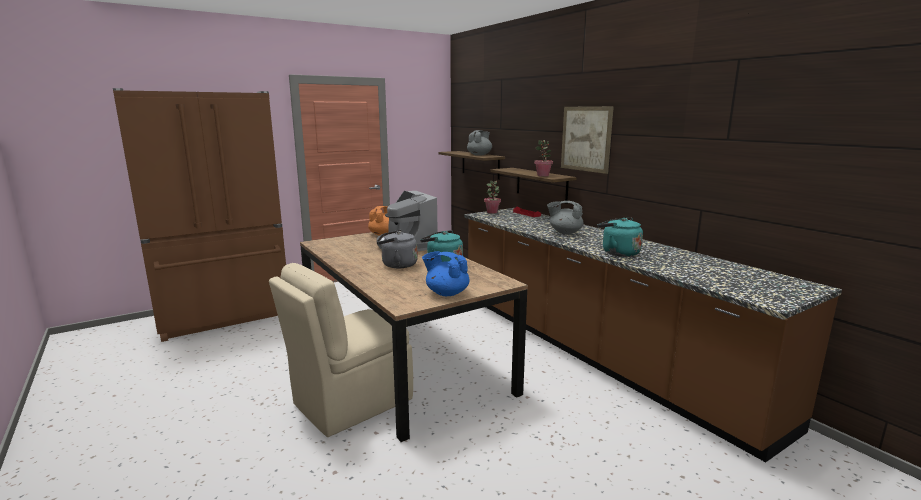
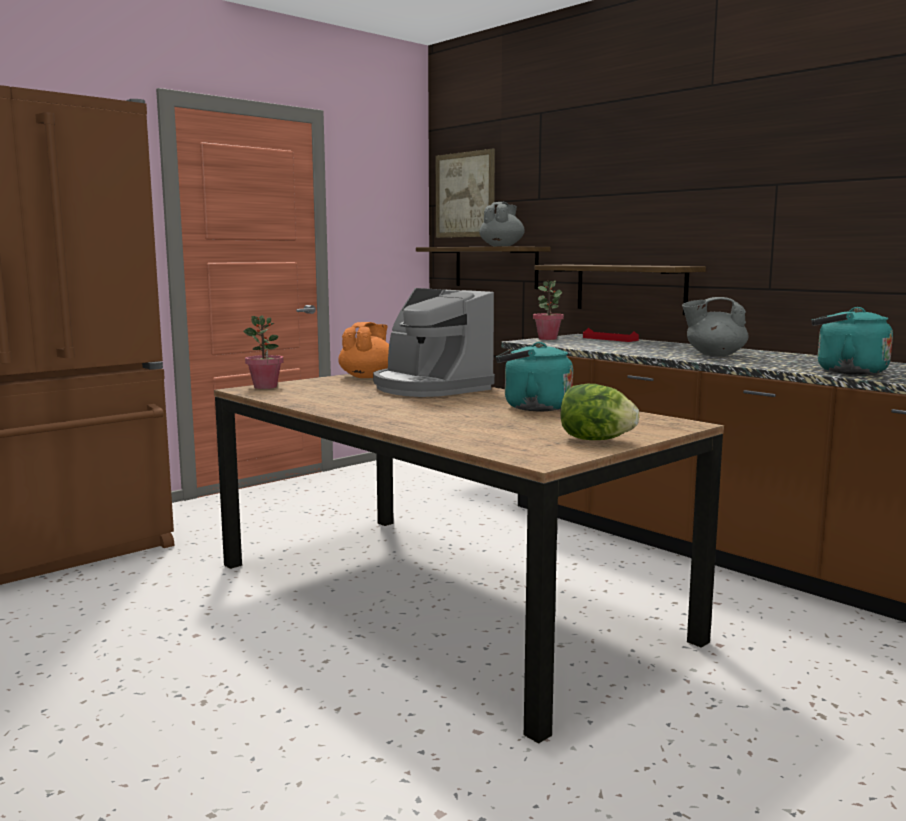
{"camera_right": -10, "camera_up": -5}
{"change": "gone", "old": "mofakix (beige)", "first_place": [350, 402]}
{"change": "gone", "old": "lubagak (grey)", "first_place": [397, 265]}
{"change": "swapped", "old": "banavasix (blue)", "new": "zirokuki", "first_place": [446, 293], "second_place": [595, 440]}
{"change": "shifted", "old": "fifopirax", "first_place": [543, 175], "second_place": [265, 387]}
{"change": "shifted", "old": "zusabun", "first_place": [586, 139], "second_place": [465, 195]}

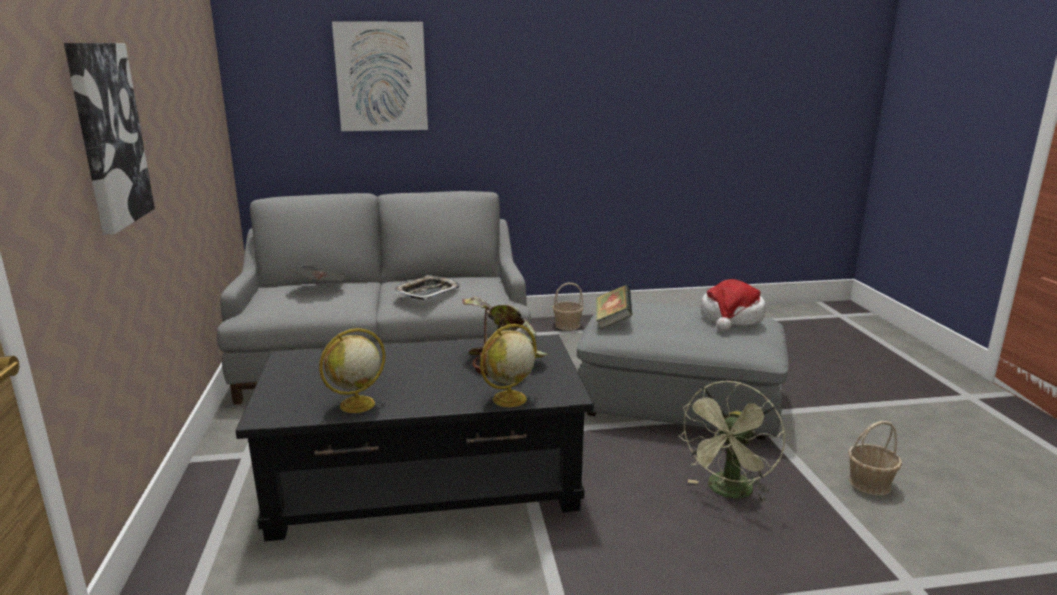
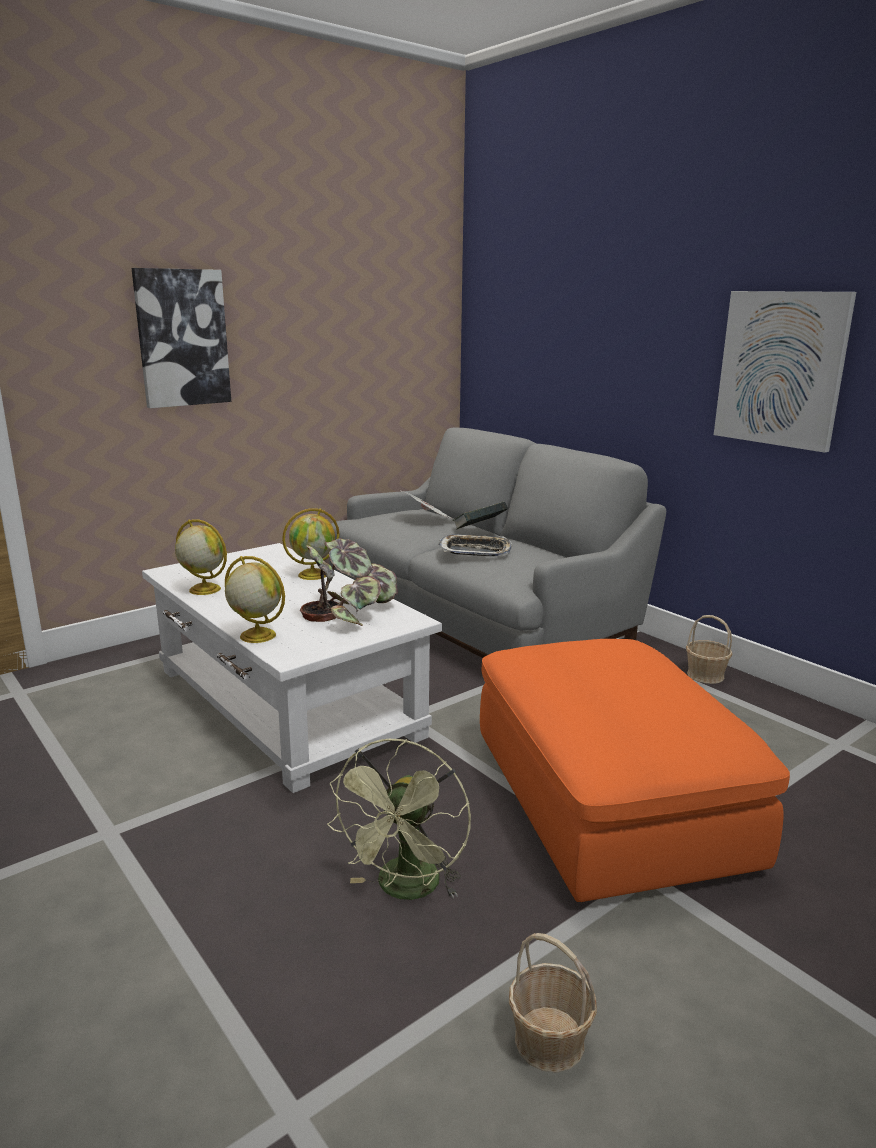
{"camera_right": 60, "camera_up": 0}
{"change": "repainted", "old": "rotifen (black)", "new": "rotifen (white)", "first_place": [427, 481], "second_place": [286, 702]}
{"change": "shifted", "old": "zusabun", "first_place": [381, 77], "second_place": [781, 369]}
{"change": "repainted", "old": "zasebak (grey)", "new": "zasebak (orange)", "first_place": [679, 399], "second_place": [609, 801]}
{"change": "shifted", "old": "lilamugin", "first_place": [612, 321], "second_place": [479, 530]}
{"change": "rotated", "old": "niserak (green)", "first_place": [728, 492], "second_place": [406, 890], "degrees": -75}
{"change": "gone", "old": "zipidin", "first_place": [731, 318]}
{"change": "new", "new": "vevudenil", "second_place": [313, 575]}

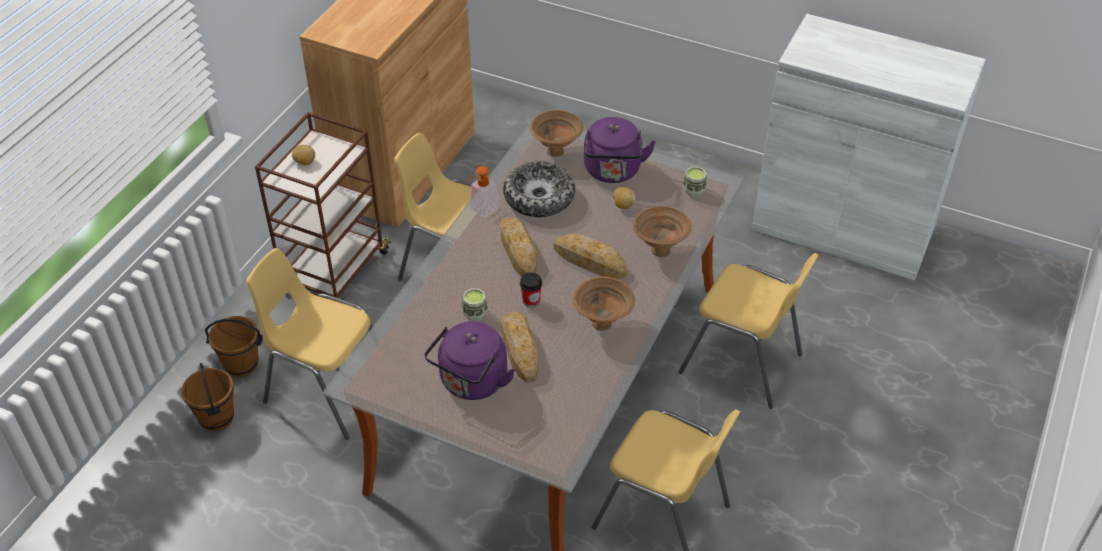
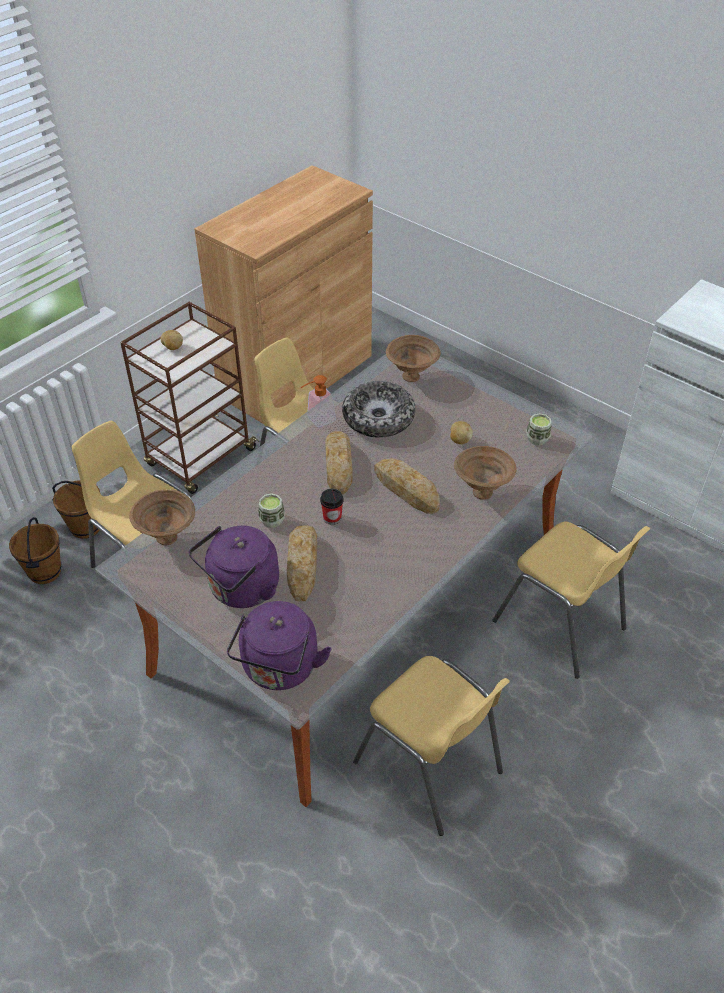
{"camera_right": 15, "camera_up": 0}
{"change": "shifted", "old": "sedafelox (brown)", "first_place": [603, 323], "second_place": [168, 538]}
{"change": "shifted", "old": "lubagak (purple)", "first_place": [613, 172], "second_place": [279, 669]}

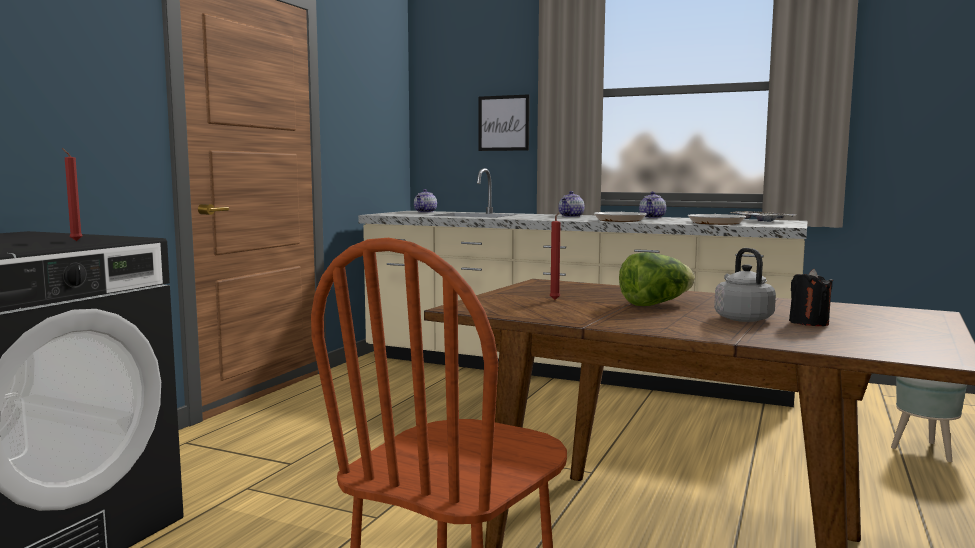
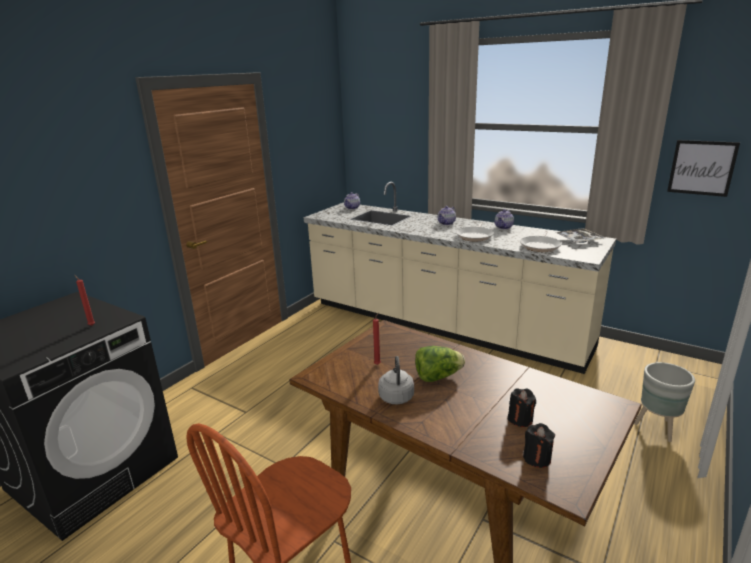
{"camera_right": 10, "camera_up": 15}
{"change": "shifted", "old": "zusabun", "first_place": [503, 123], "second_place": [702, 168]}
{"change": "shifted", "old": "lubagak (grey)", "first_place": [741, 318], "second_place": [396, 396]}
{"change": "new", "new": "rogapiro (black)", "second_place": [537, 458]}

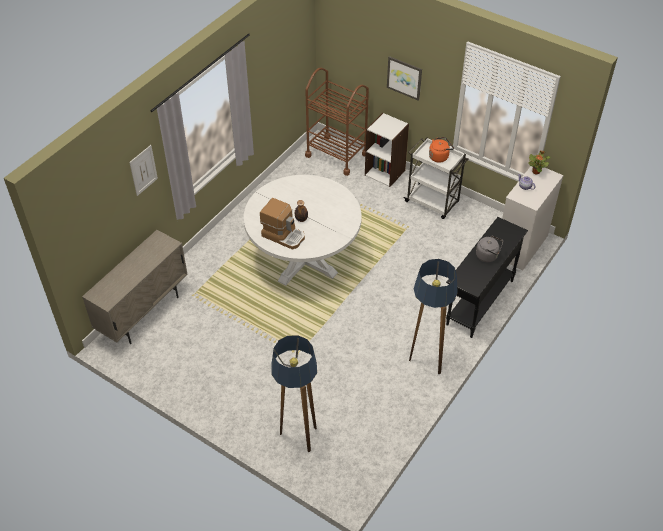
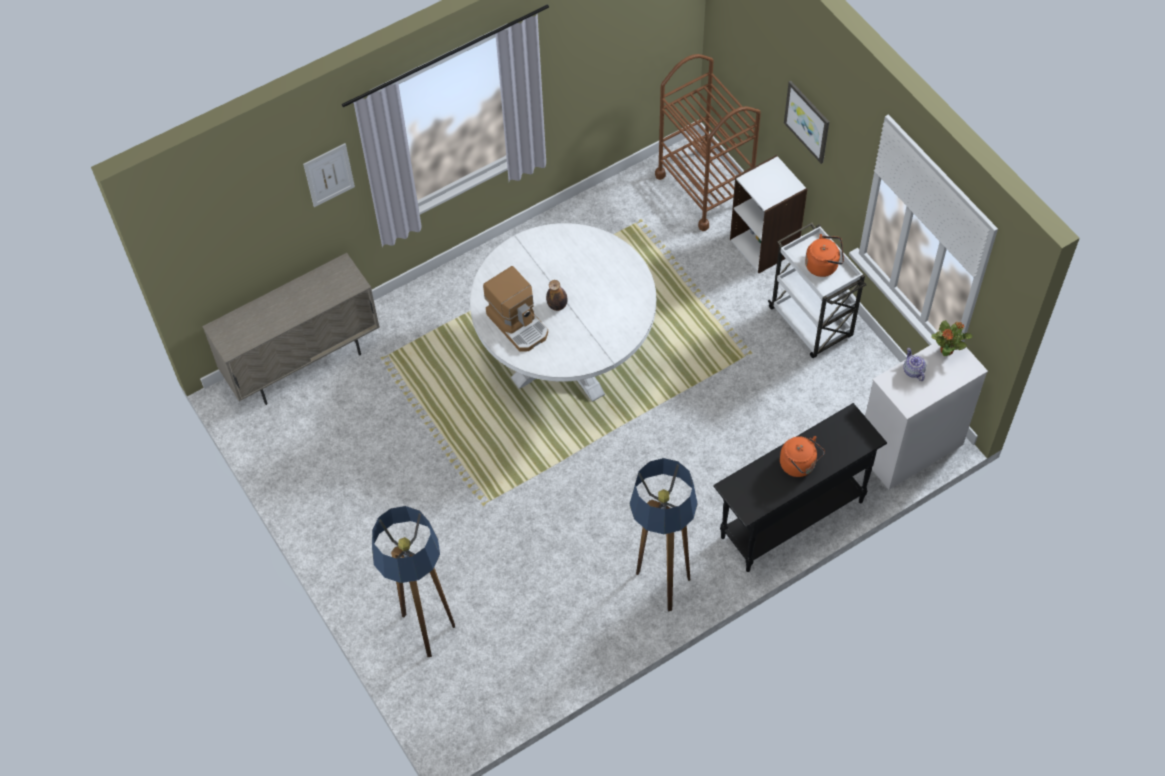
{"camera_right": 25, "camera_up": 10}
{"change": "repainted", "old": "lubagak (grey)", "new": "lubagak (orange)", "first_place": [488, 256], "second_place": [799, 465]}

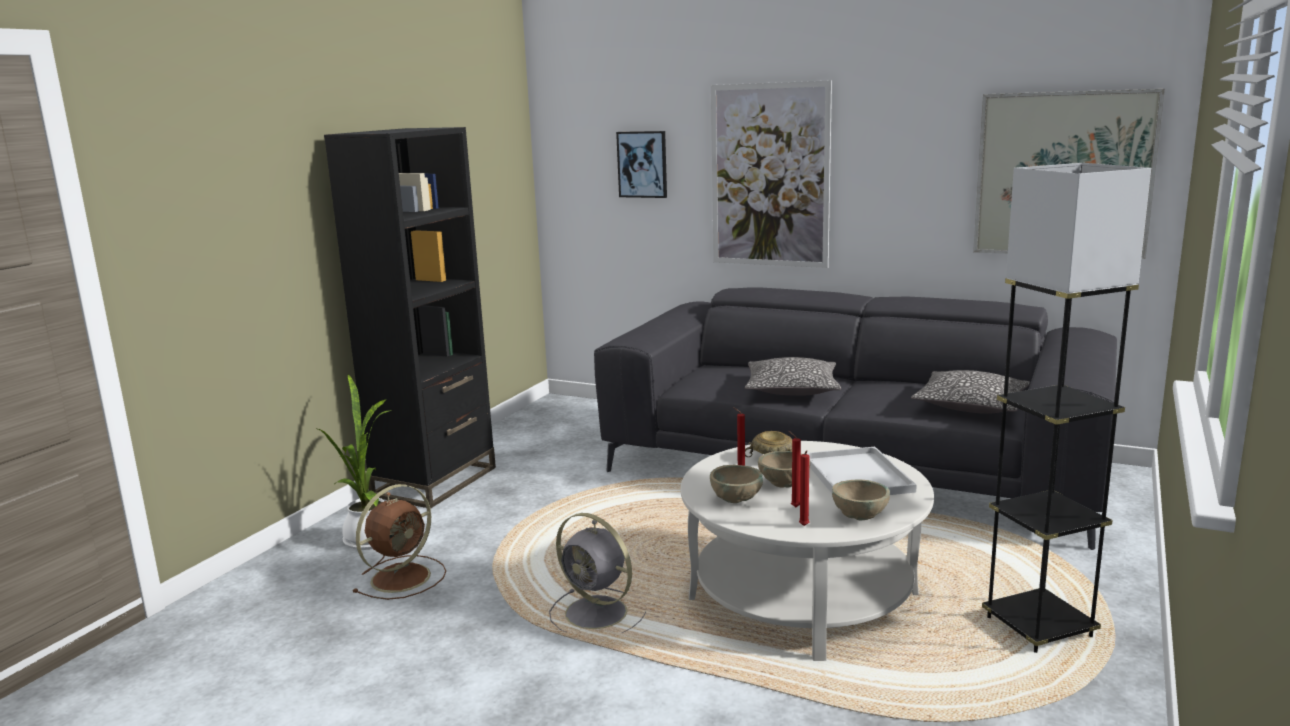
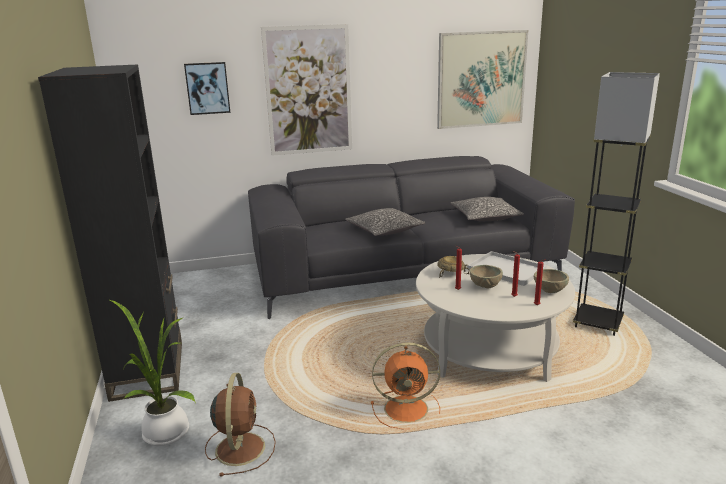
{"camera_right": -40, "camera_up": 5}
{"change": "repainted", "old": "niserak (grey)", "new": "niserak (orange)", "first_place": [598, 614], "second_place": [408, 409]}
{"change": "gone", "old": "sedafelox (beige)", "first_place": [735, 500]}

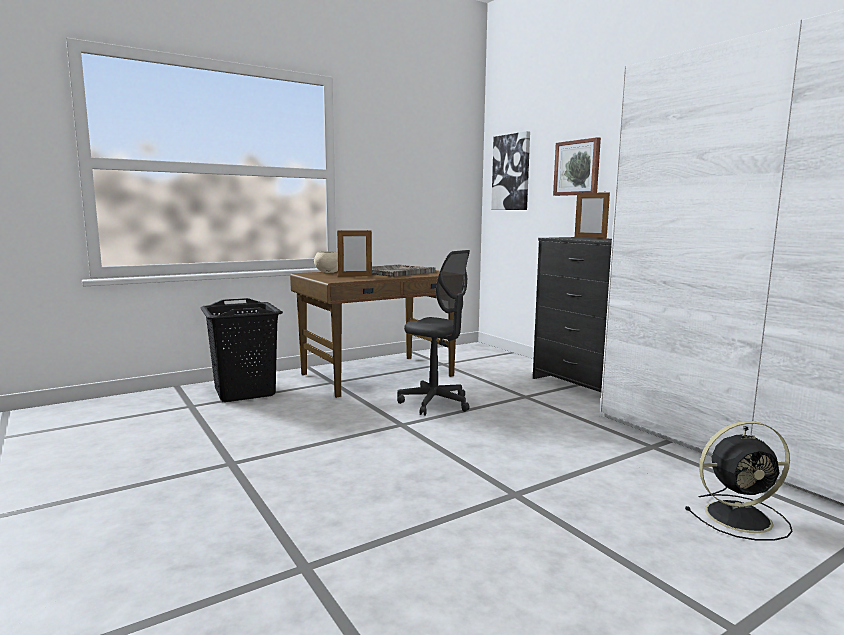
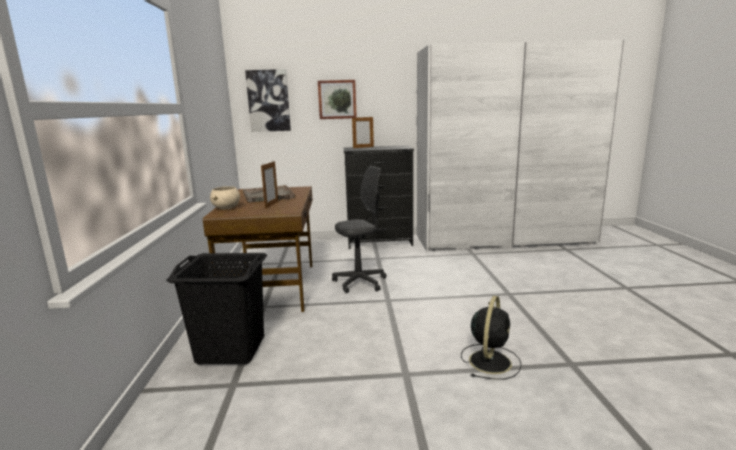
{"camera_right": -60, "camera_up": 5}
{"change": "shifted", "old": "niserak (black)", "first_place": [740, 517], "second_place": [490, 361]}

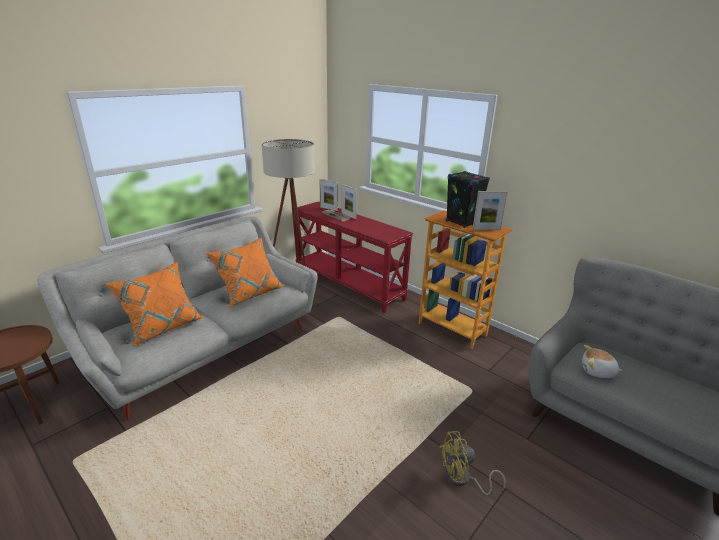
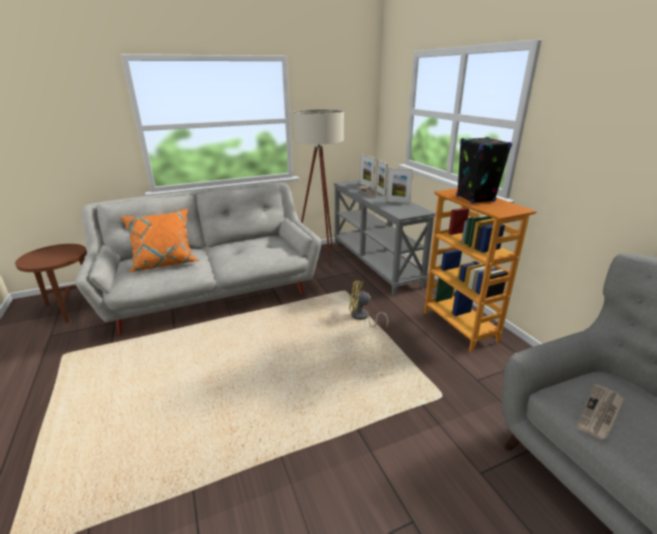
{"camera_right": 25, "camera_up": 0}
{"change": "gone", "old": "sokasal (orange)", "first_place": [249, 293]}
{"change": "repainted", "old": "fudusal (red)", "new": "fudusal (grey)", "first_place": [349, 283], "second_place": [375, 263]}
{"change": "shifted", "old": "niserak (yellow)", "first_place": [462, 479], "second_place": [362, 317]}
{"change": "shifted", "old": "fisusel", "first_place": [486, 229], "second_place": [398, 202]}
{"change": "swapped", "old": "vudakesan", "new": "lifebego", "first_place": [597, 372], "second_place": [600, 413]}

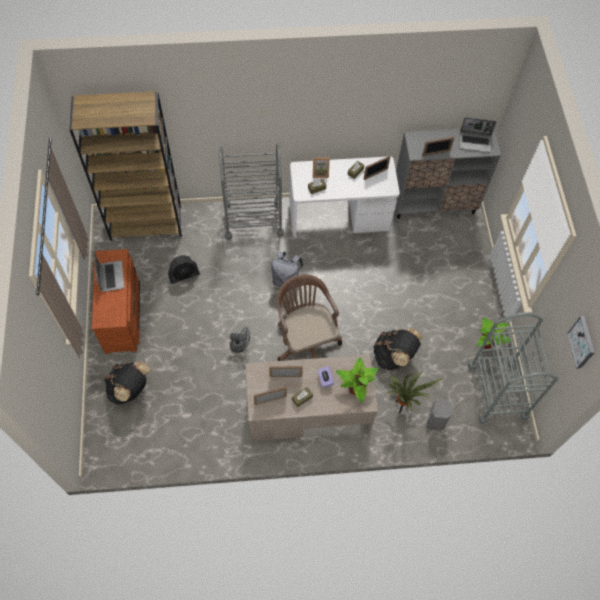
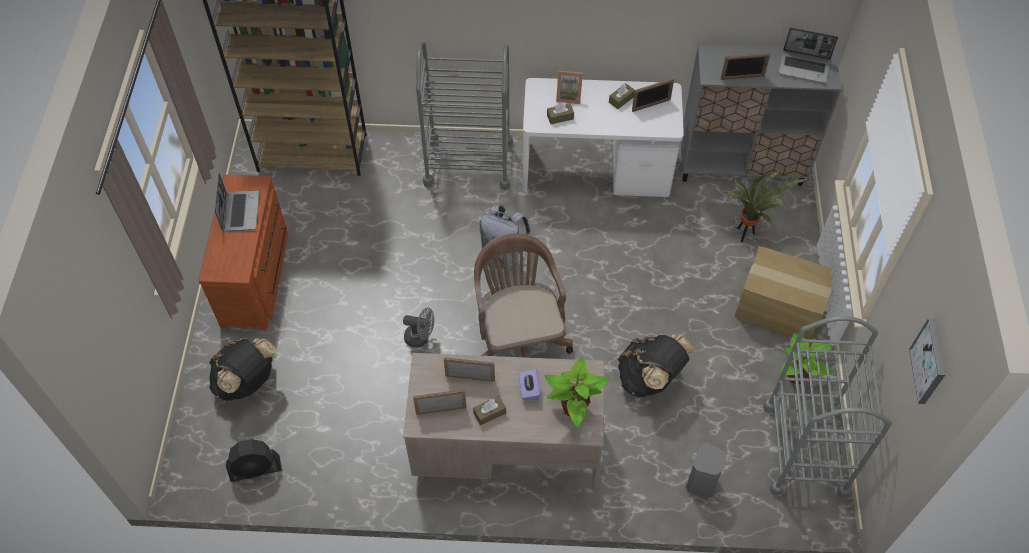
{"camera_right": 10, "camera_up": -5}
{"change": "shifted", "old": "niserak (black)", "first_place": [184, 275], "second_place": [255, 469]}
{"change": "shifted", "old": "fifopirax", "first_place": [402, 406], "second_place": [745, 235]}
{"change": "new", "new": "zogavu", "second_place": [778, 309]}

